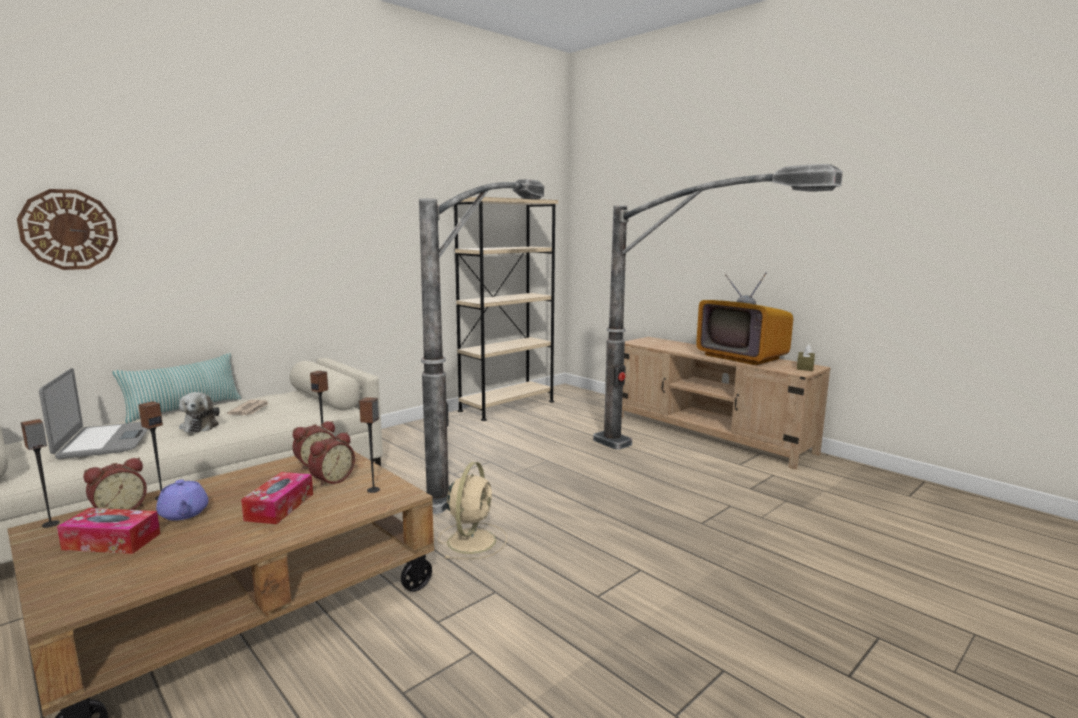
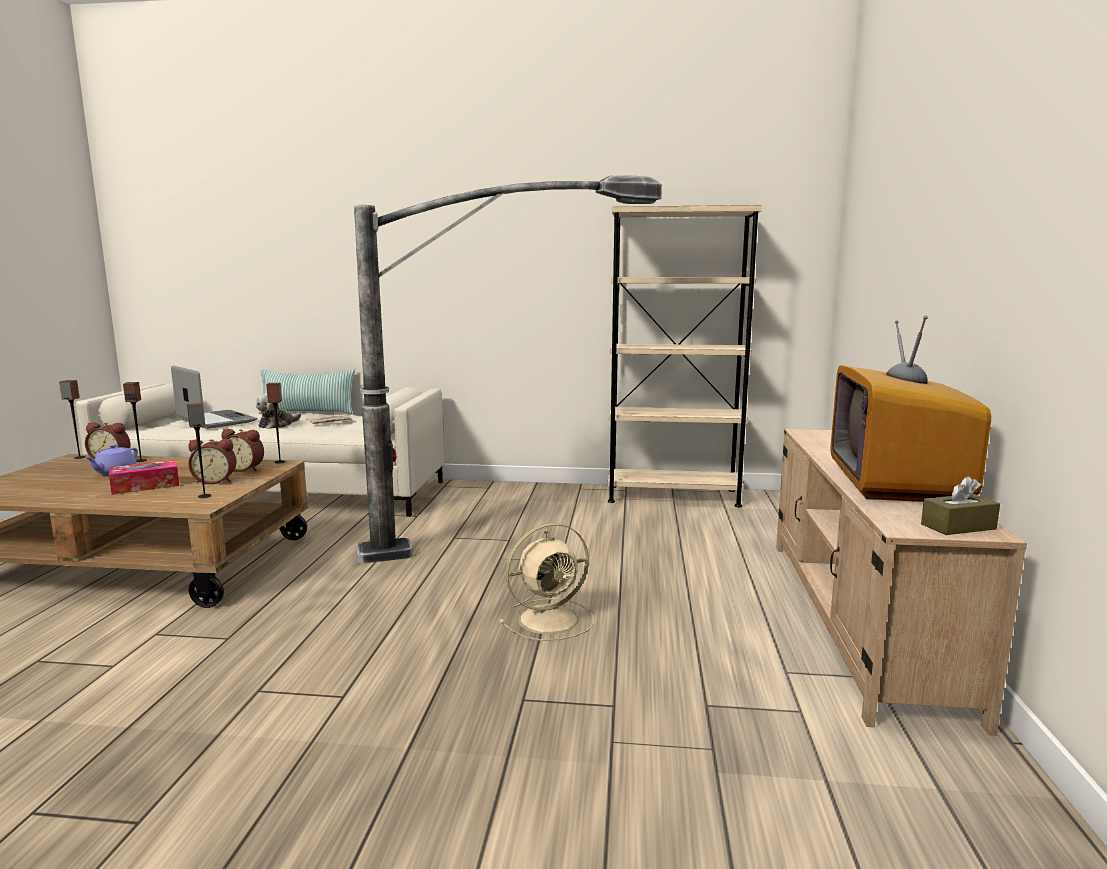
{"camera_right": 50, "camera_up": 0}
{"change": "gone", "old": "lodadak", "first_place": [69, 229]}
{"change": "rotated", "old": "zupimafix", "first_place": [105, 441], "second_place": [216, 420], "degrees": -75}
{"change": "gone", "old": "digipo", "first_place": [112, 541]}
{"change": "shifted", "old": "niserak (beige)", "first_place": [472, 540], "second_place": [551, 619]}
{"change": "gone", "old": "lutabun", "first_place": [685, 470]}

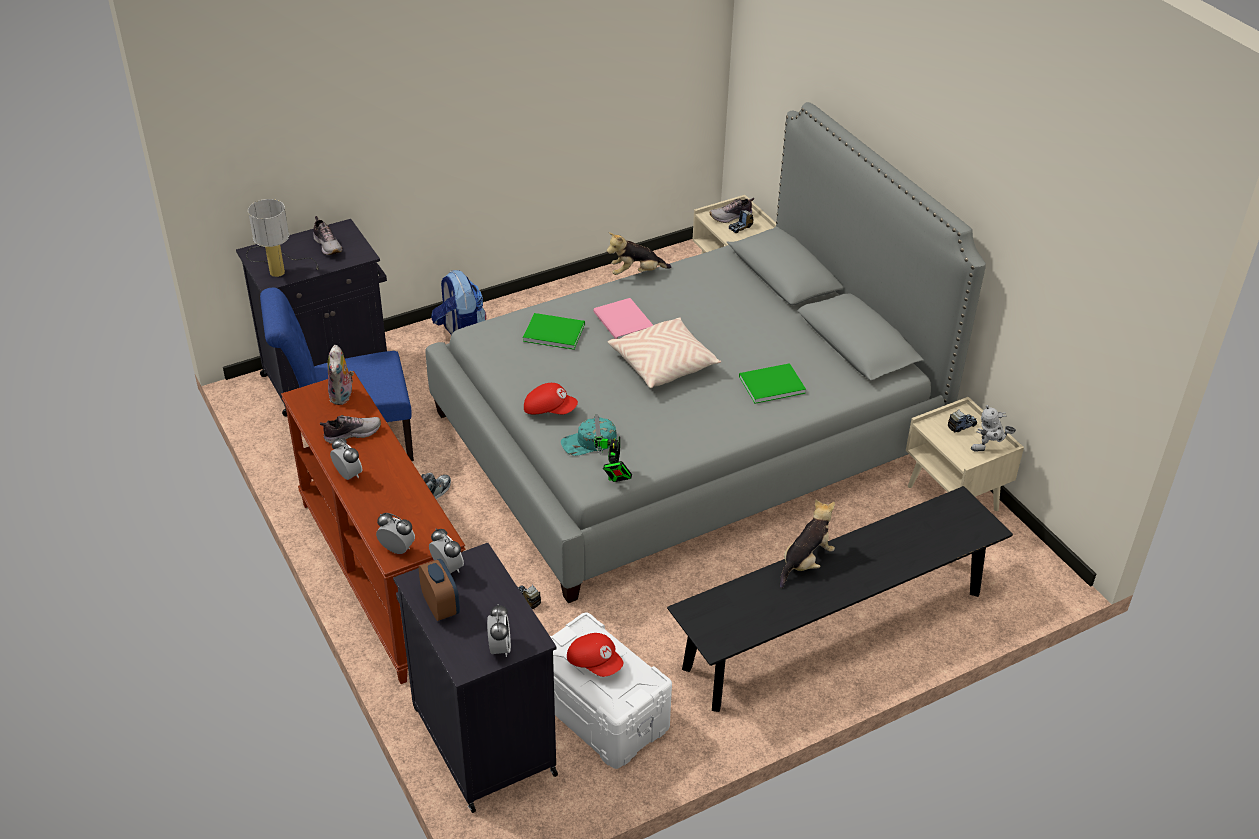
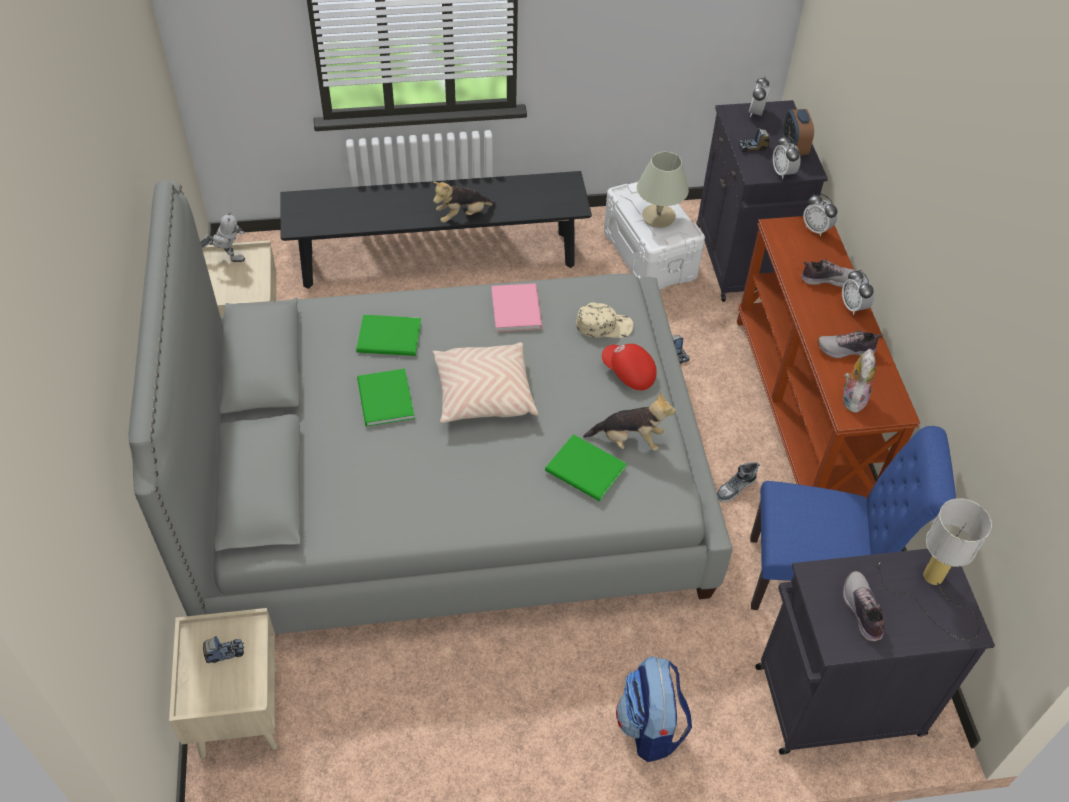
{"camera_right": -160, "camera_up": 10}
{"change": "repainted", "old": "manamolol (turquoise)", "new": "manamolol (beige)", "first_place": [589, 442], "second_place": [604, 325]}
{"change": "swapped", "old": "manamolol (red)", "new": "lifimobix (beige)", "first_place": [595, 662], "second_place": [658, 217]}
{"change": "shifted", "old": "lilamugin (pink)", "first_place": [622, 322], "second_place": [517, 307]}
{"change": "gone", "old": "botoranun", "first_place": [613, 476]}
{"change": "shifted", "old": "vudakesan", "first_place": [636, 273], "second_place": [629, 440]}
{"change": "shifted", "old": "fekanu", "first_place": [731, 217], "second_place": [828, 279]}
{"change": "shifted", "old": "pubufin", "first_place": [961, 425], "second_place": [753, 147]}
{"change": "new", "new": "lilamugin (green)", "second_place": [384, 401]}

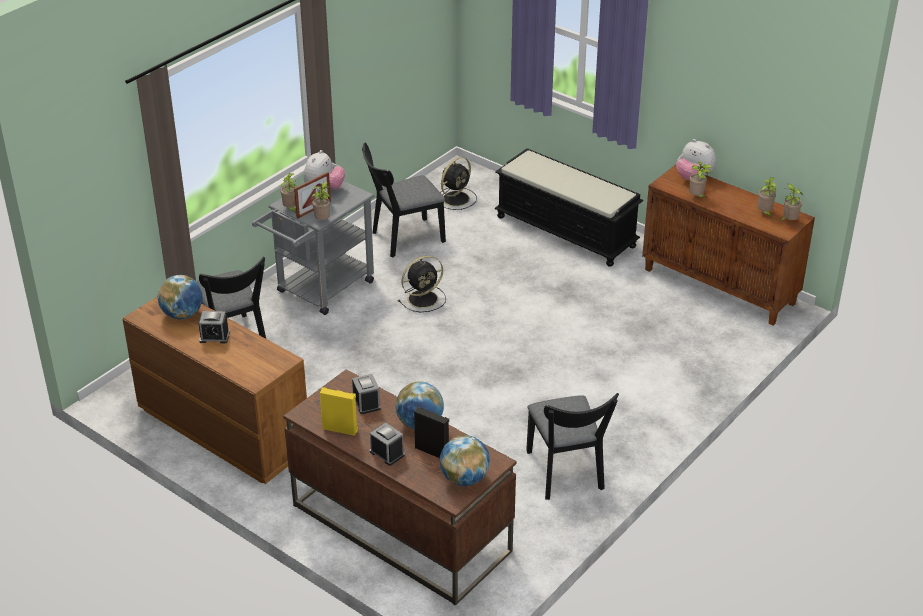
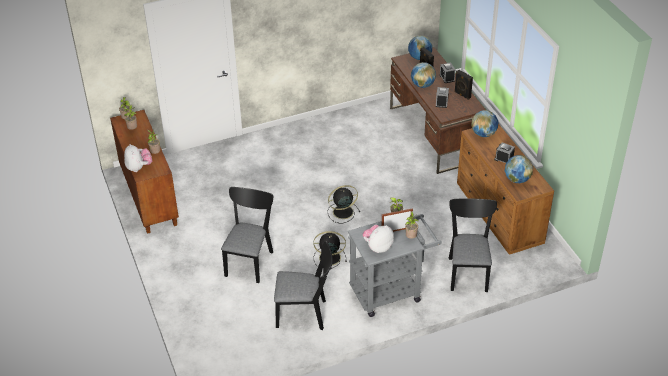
{"camera_right": -150, "camera_up": 5}
{"change": "repainted", "old": "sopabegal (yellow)", "new": "sopabegal (black)", "first_place": [340, 429], "second_place": [462, 95]}
{"change": "shifted", "old": "niserak (black)", "first_place": [456, 198], "second_place": [342, 212]}
{"change": "gone", "old": "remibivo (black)", "first_place": [567, 231]}
{"change": "shifted", "old": "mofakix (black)", "first_place": [566, 475], "second_place": [250, 260]}
{"change": "new", "new": "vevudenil", "second_place": [483, 134]}

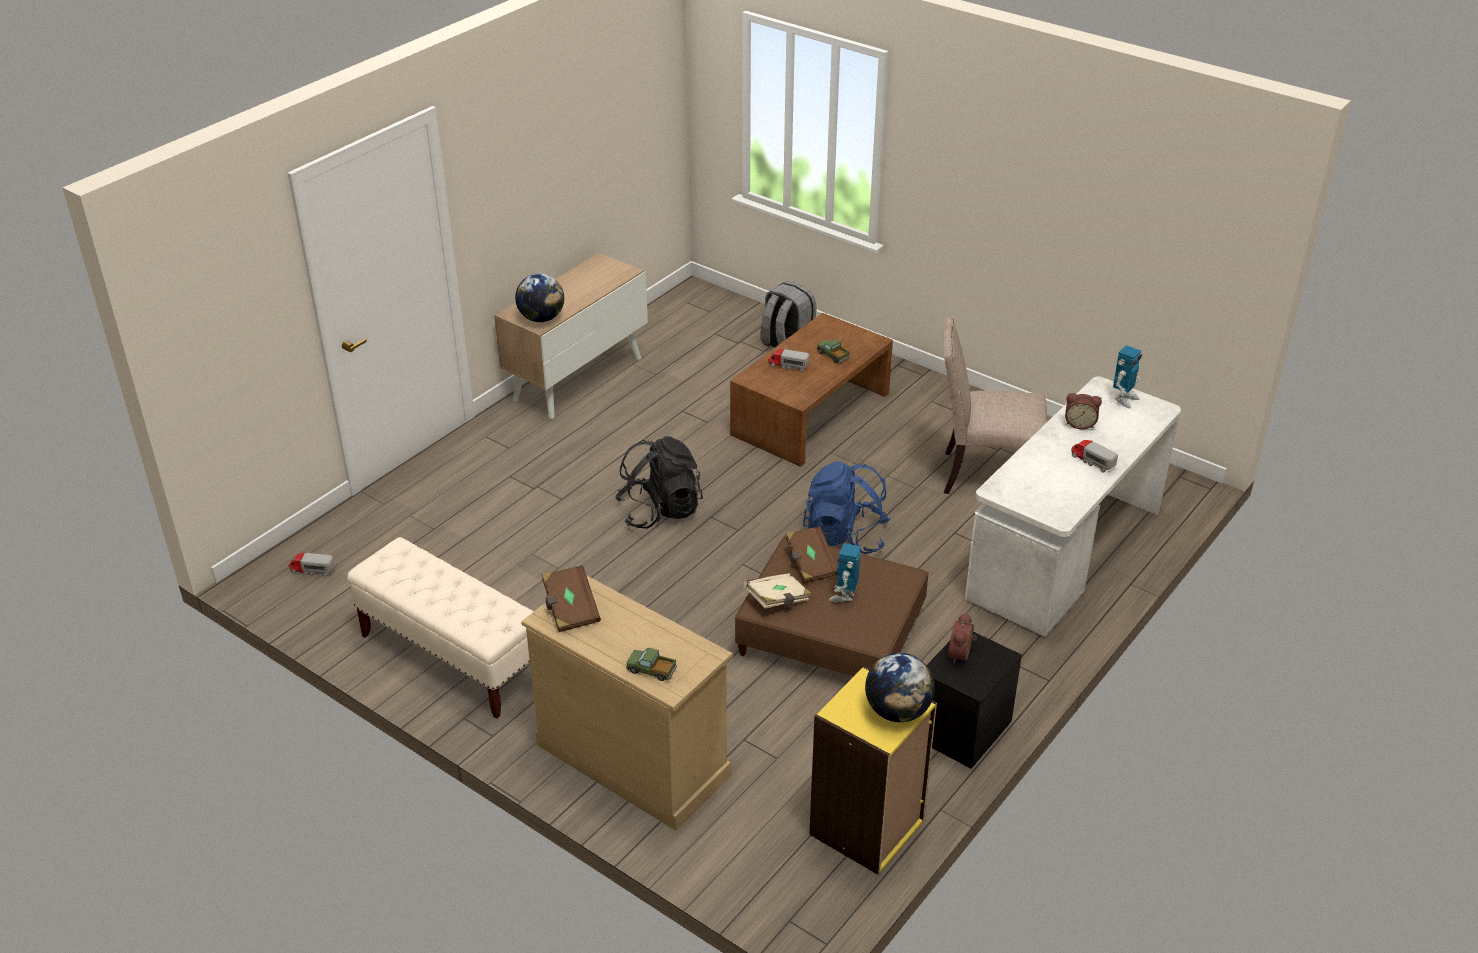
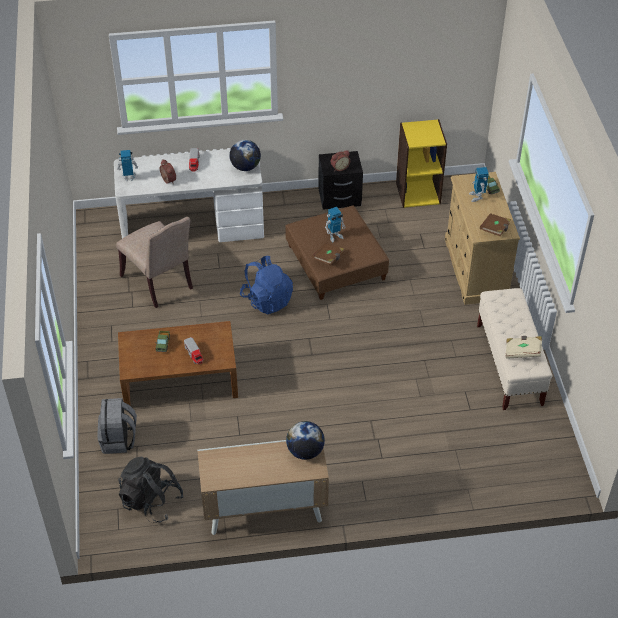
{"camera_right": -135, "camera_up": 10}
{"change": "gone", "old": "pubufin", "first_place": [312, 570]}
{"change": "shifted", "old": "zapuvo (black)", "first_place": [660, 511], "second_place": [151, 501]}
{"change": "shifted", "old": "lilamugin (beige)", "first_place": [778, 600], "second_place": [522, 352]}
{"change": "shifted", "old": "vevudenil", "first_place": [897, 711], "second_place": [245, 167]}
{"change": "new", "new": "botoranun", "second_place": [477, 197]}

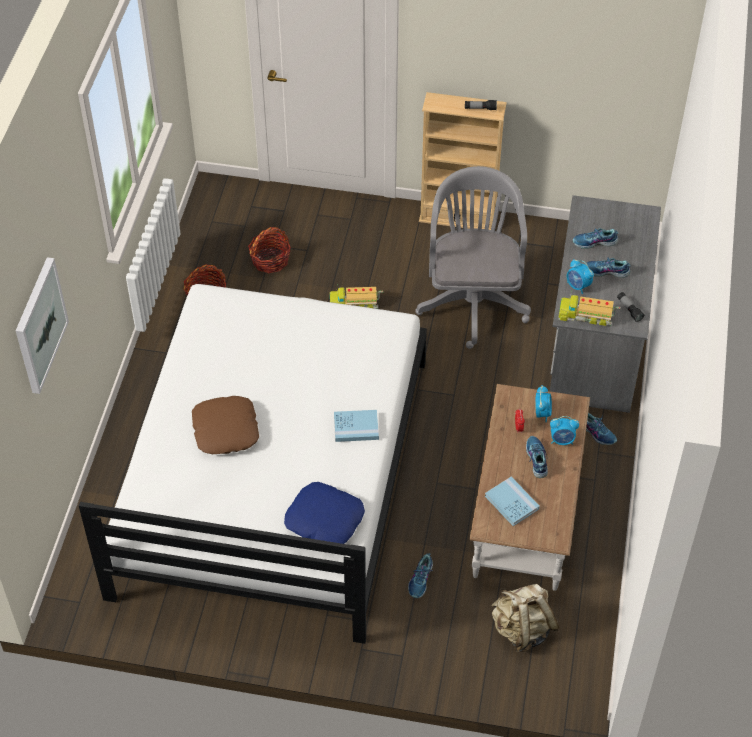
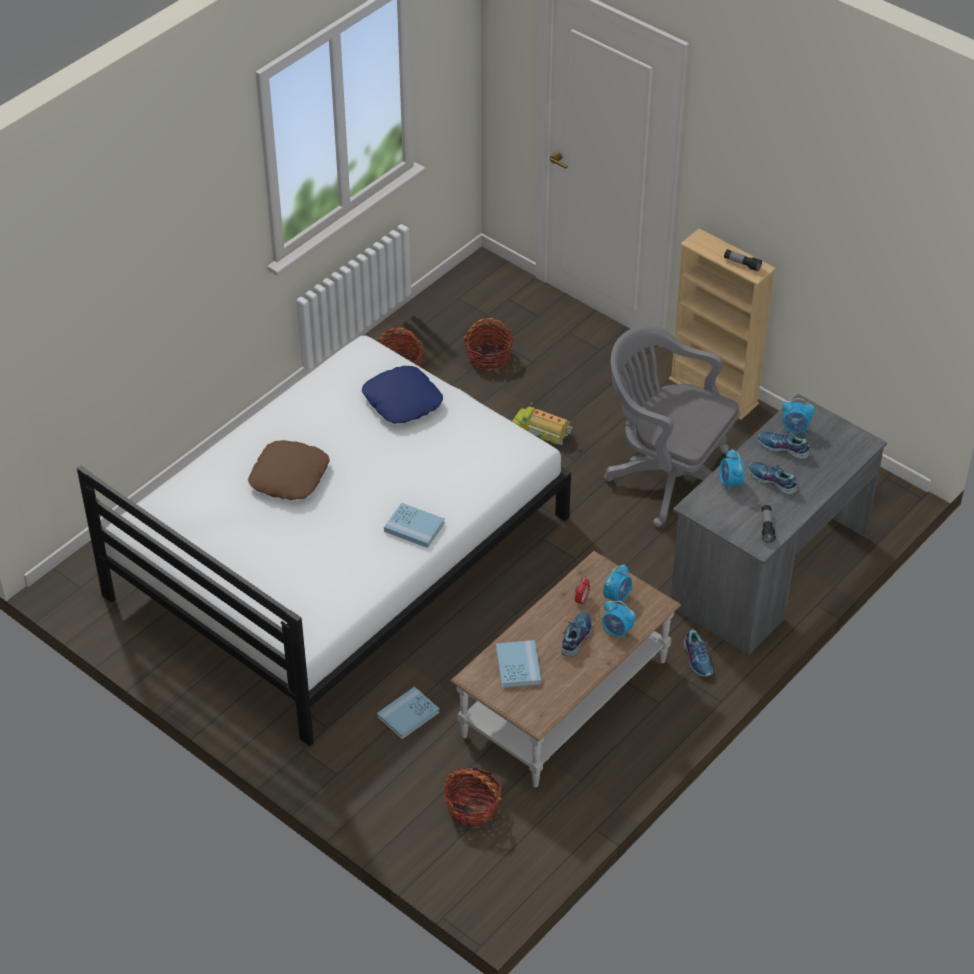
{"camera_right": 30, "camera_up": -5}
{"change": "gone", "old": "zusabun", "first_place": [39, 325]}
{"change": "shifted", "old": "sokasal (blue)", "first_place": [324, 520], "second_place": [402, 401]}
{"change": "swapped", "old": "fekanu", "new": "lilamugin (blue)", "first_place": [421, 580], "second_place": [408, 714]}
{"change": "rotated", "old": "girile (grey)", "first_place": [473, 299], "second_place": [667, 476], "degrees": -90}
{"change": "swapped", "old": "zapuvo (beige)", "new": "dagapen", "first_place": [522, 629], "second_place": [472, 807]}
{"change": "gone", "old": "pubufin", "first_place": [586, 314]}
{"change": "new", "new": "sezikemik", "second_place": [795, 429]}

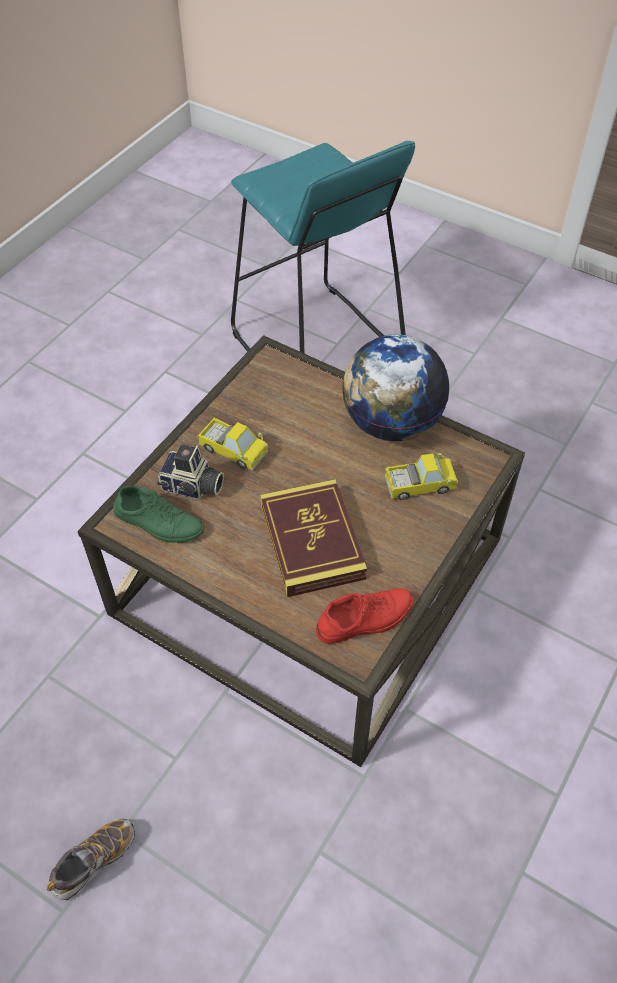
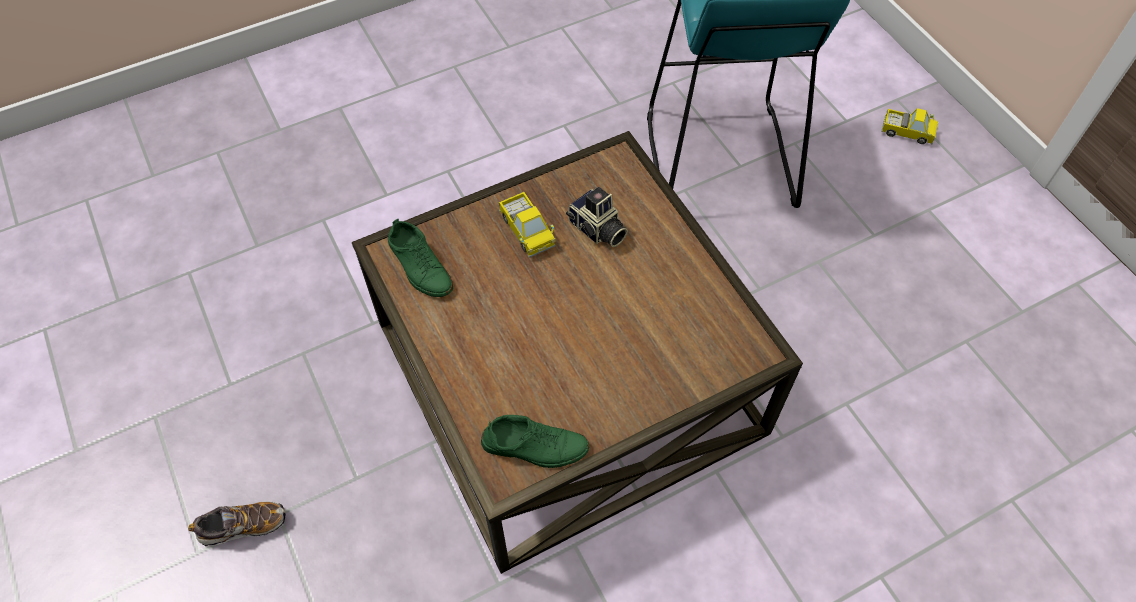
{"camera_right": 30, "camera_up": 5}
{"change": "shifted", "old": "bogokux", "first_place": [192, 487], "second_place": [597, 230]}
{"change": "gone", "old": "lilamugin", "first_place": [312, 541]}
{"change": "repainted", "old": "fekanu (red)", "new": "fekanu (green)", "first_place": [365, 619], "second_place": [534, 446]}
{"change": "gone", "old": "vevudenil", "first_place": [391, 423]}
{"change": "shifted", "old": "pubufin", "first_place": [419, 485], "second_place": [907, 132]}

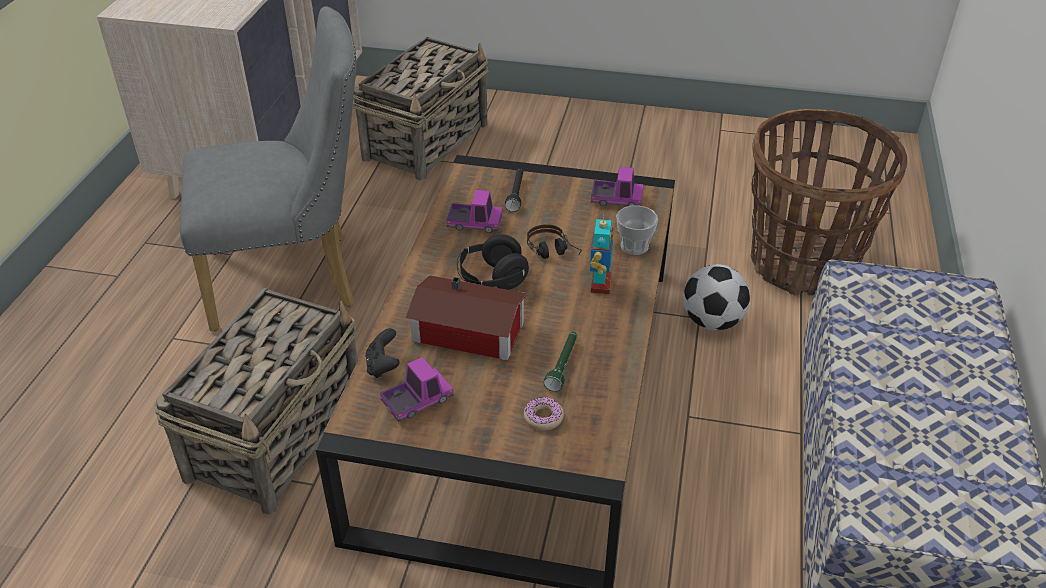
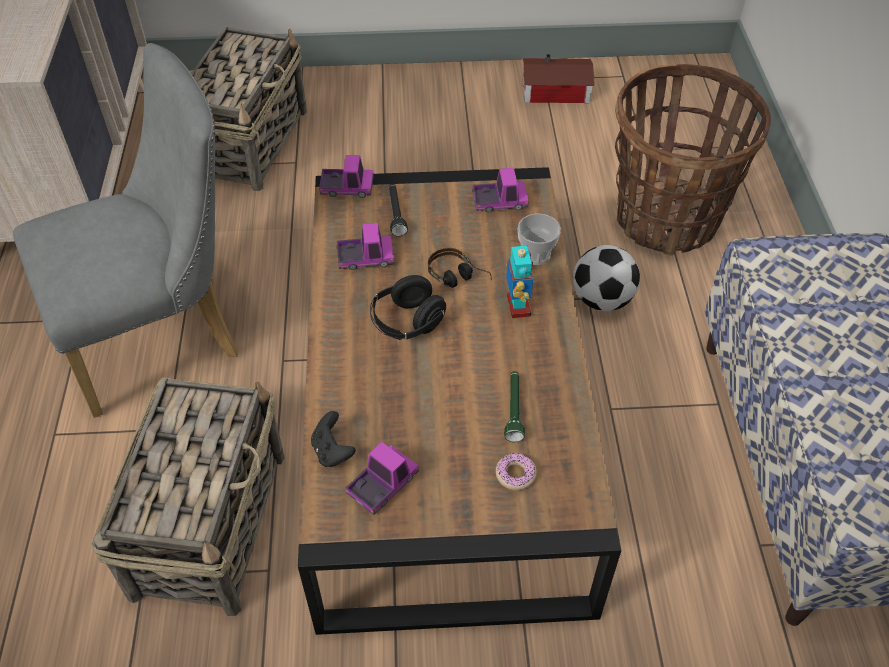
{"camera_right": -15, "camera_up": 10}
{"change": "shifted", "old": "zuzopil", "first_place": [470, 334], "second_place": [557, 92]}
{"change": "new", "new": "pubufin", "second_place": [347, 188]}

